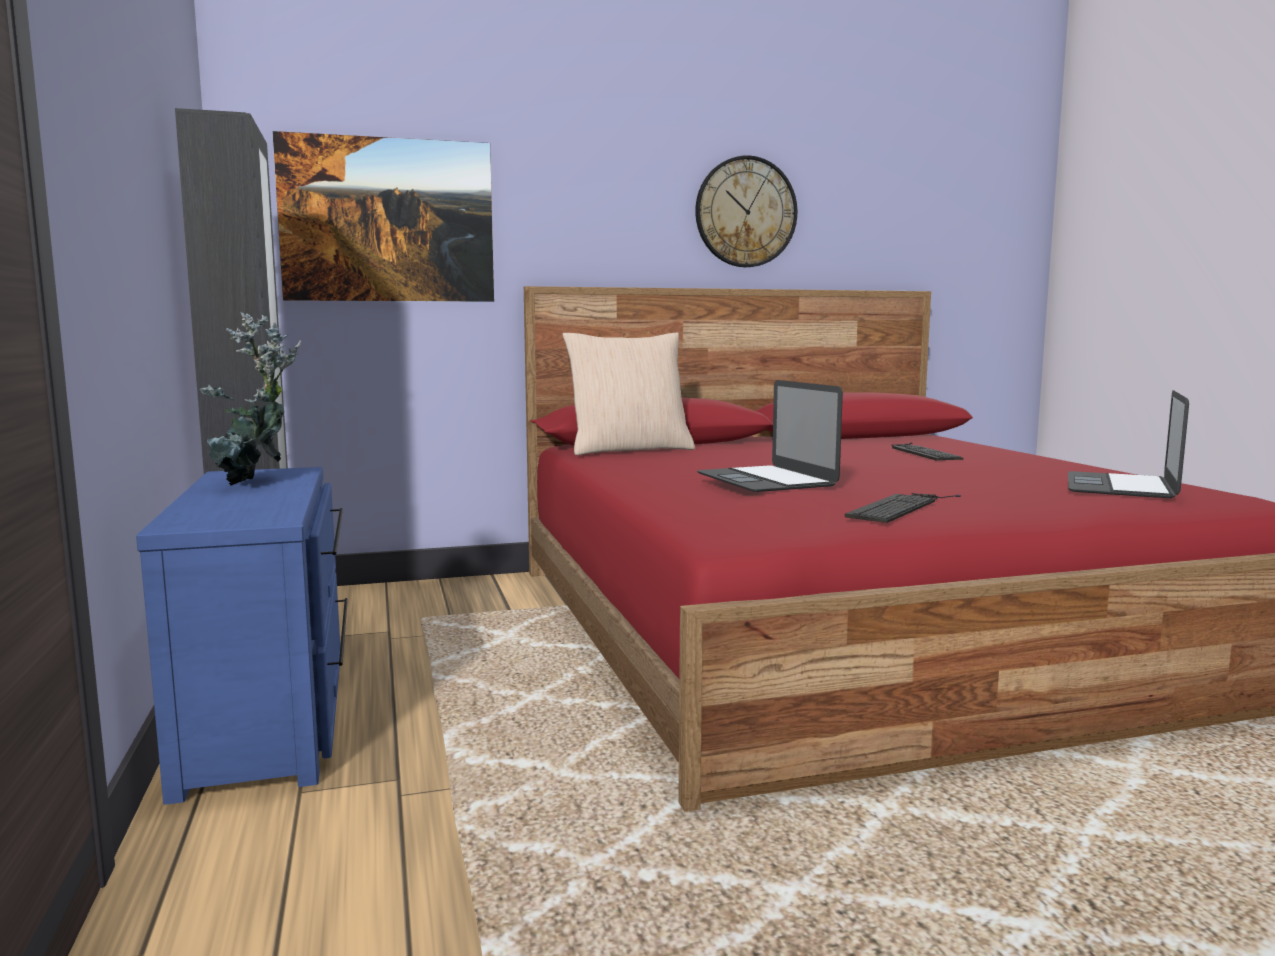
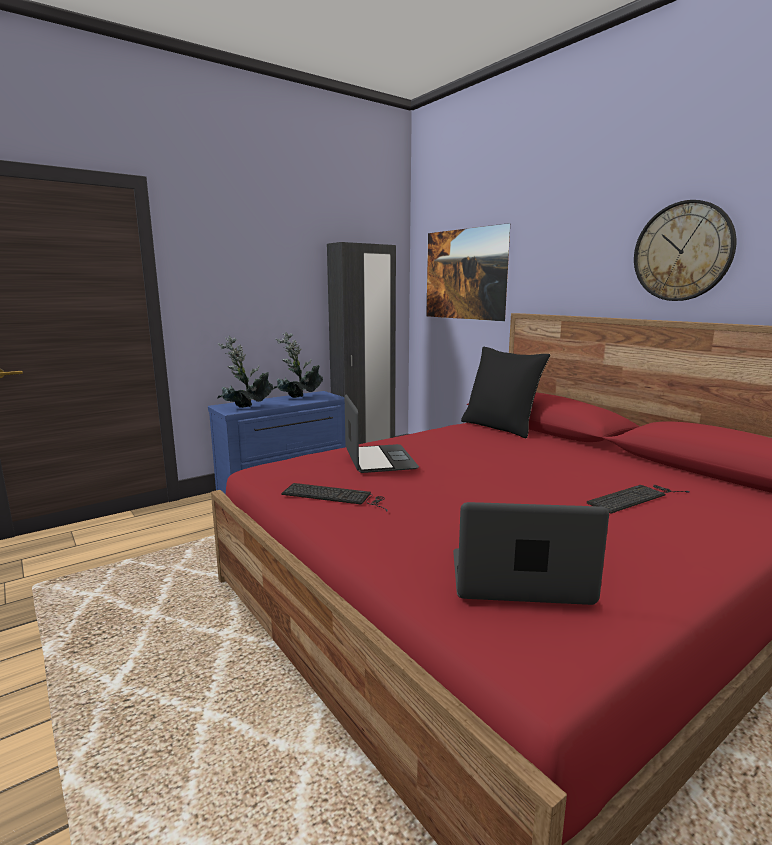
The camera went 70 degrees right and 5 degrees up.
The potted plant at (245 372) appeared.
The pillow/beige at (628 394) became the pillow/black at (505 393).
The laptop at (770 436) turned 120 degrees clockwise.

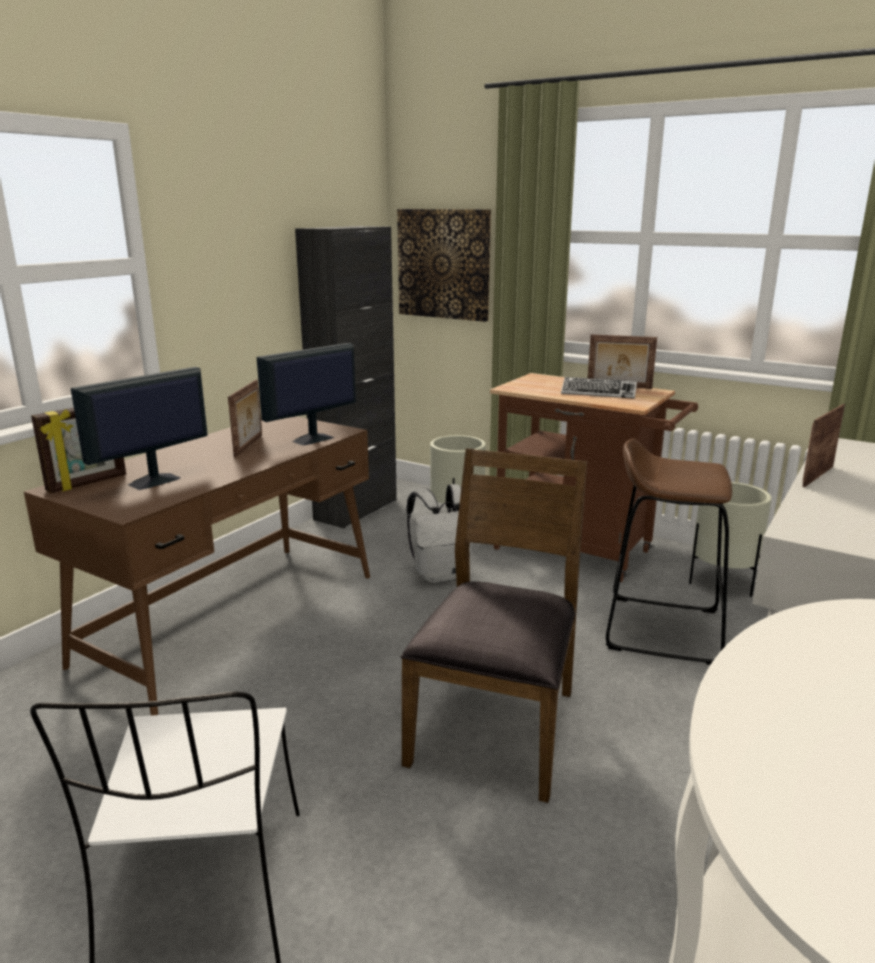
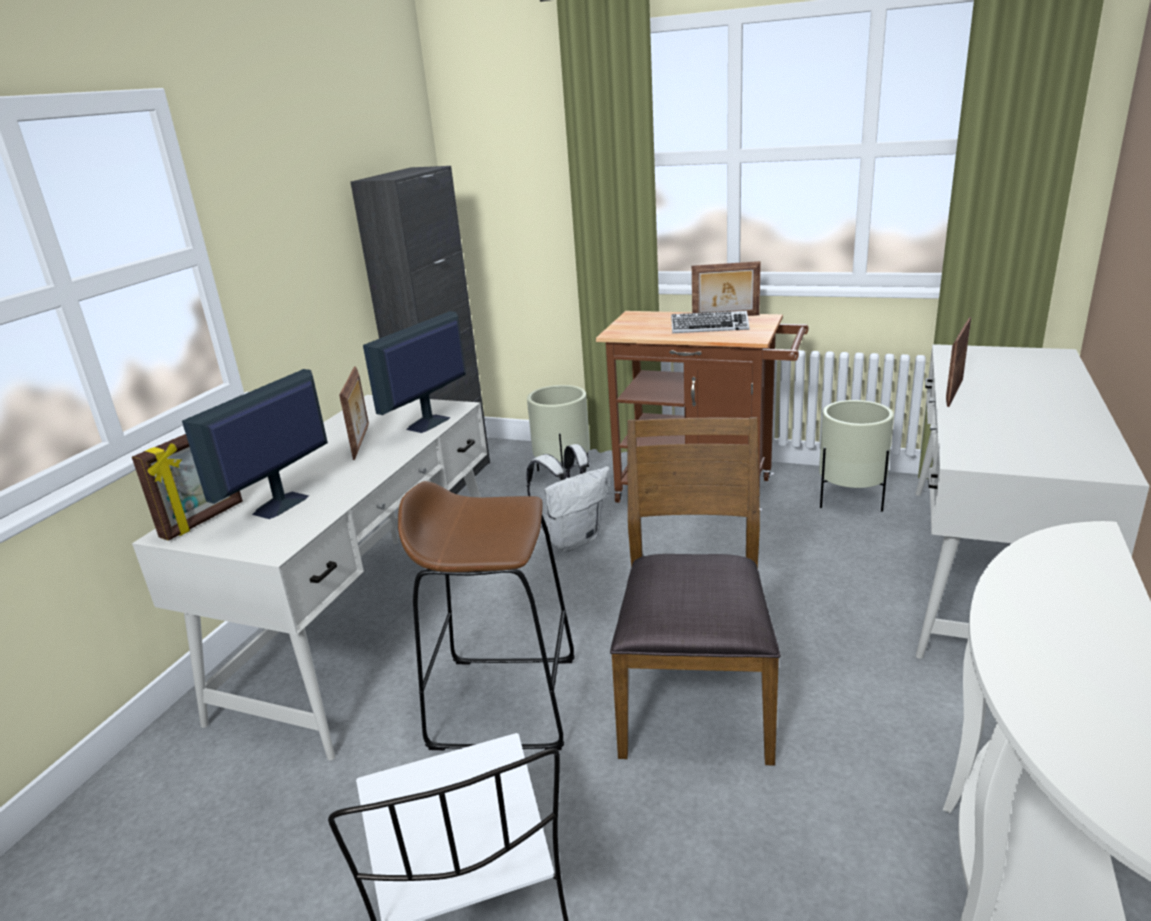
The camera went 10 degrees left and 5 degrees up.
The picture at (444 265) disappeared.
The stool/brown moved from (669 551) to (486 615).
The desk/brown at (197 566) became the desk/white at (309 577).

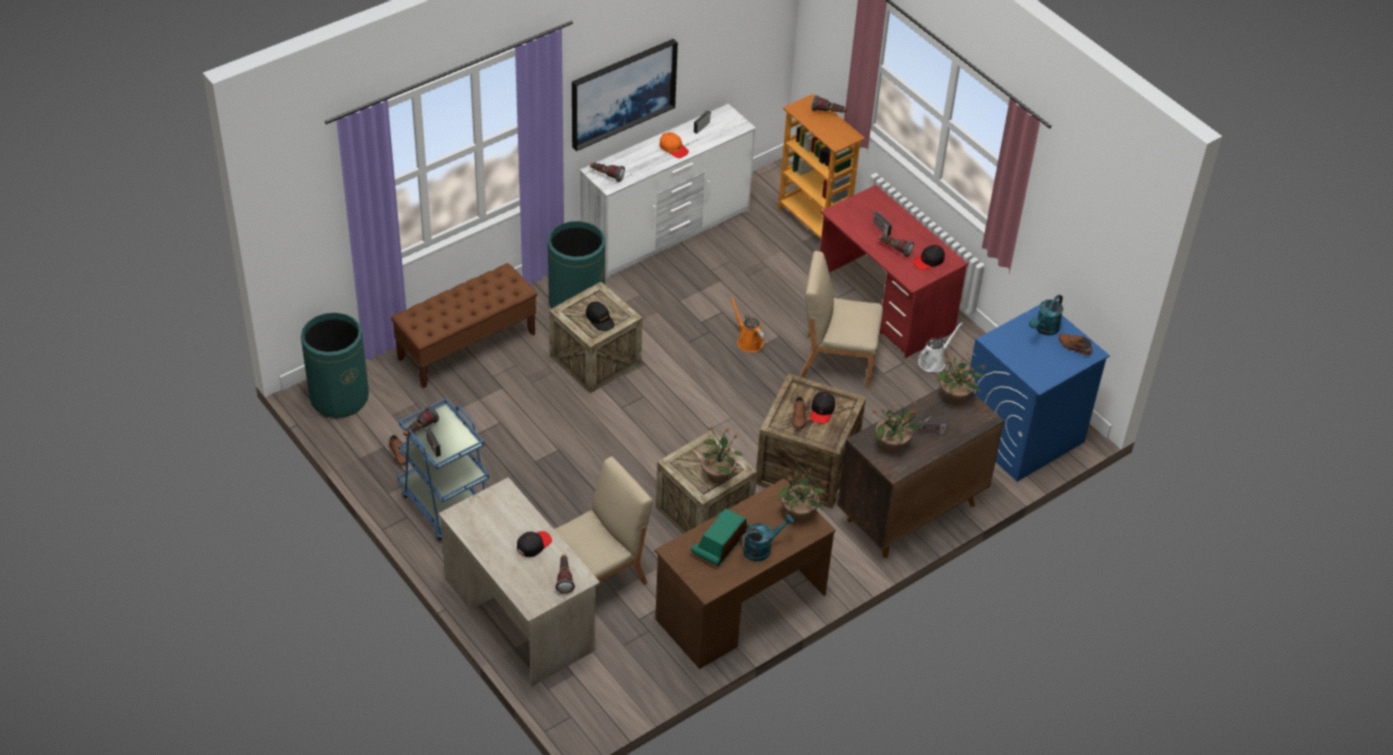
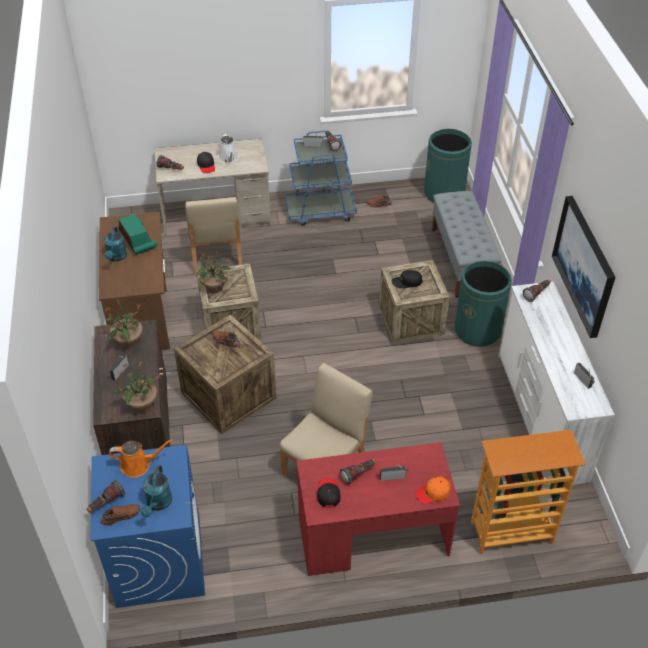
The camera went 120 degrees right and 0 degrees up.
The potted plant at (803 495) disappeared.
The cap/black at (823 408) disappeared.
The cap/orange moved from (674 145) to (432 490).
The watering can/orange moved from (748 324) to (141 458).
The flashlight moved from (829 104) to (106 496).
The watering can/white moved from (940 347) to (228 147).
The bench/brown at (464 325) became the bench/grey at (466 244).
The watering can/turquoise at (1046 315) turned 150 degrees counterclockwise.

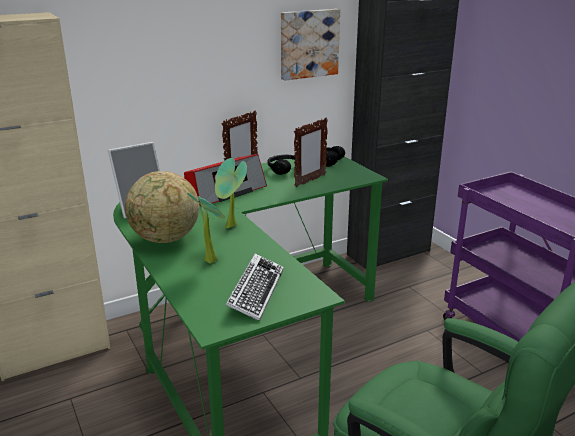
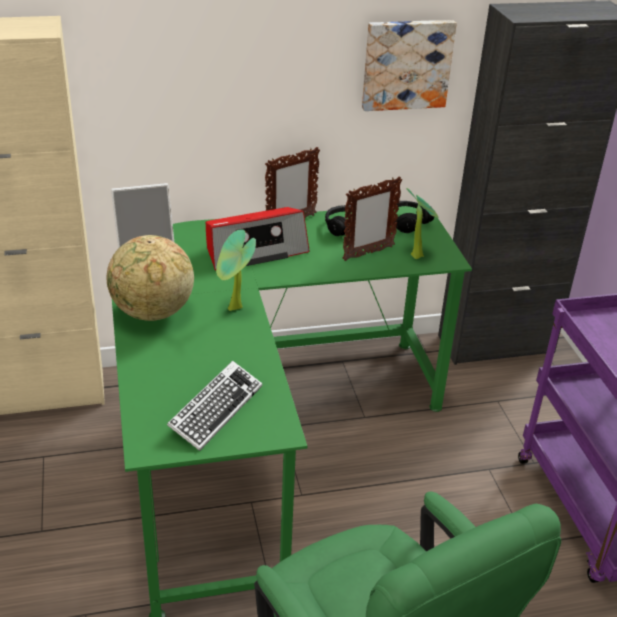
The camera went 15 degrees right and 10 degrees up.
The potted plant moved from (206 228) to (422 223).

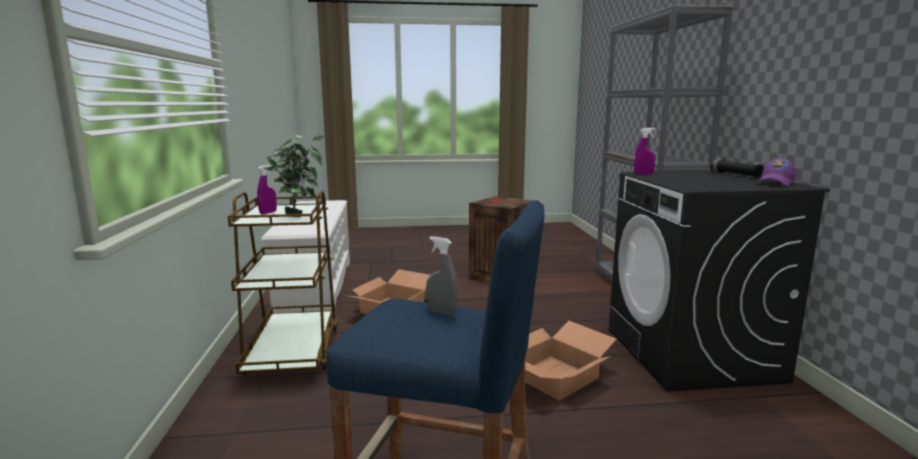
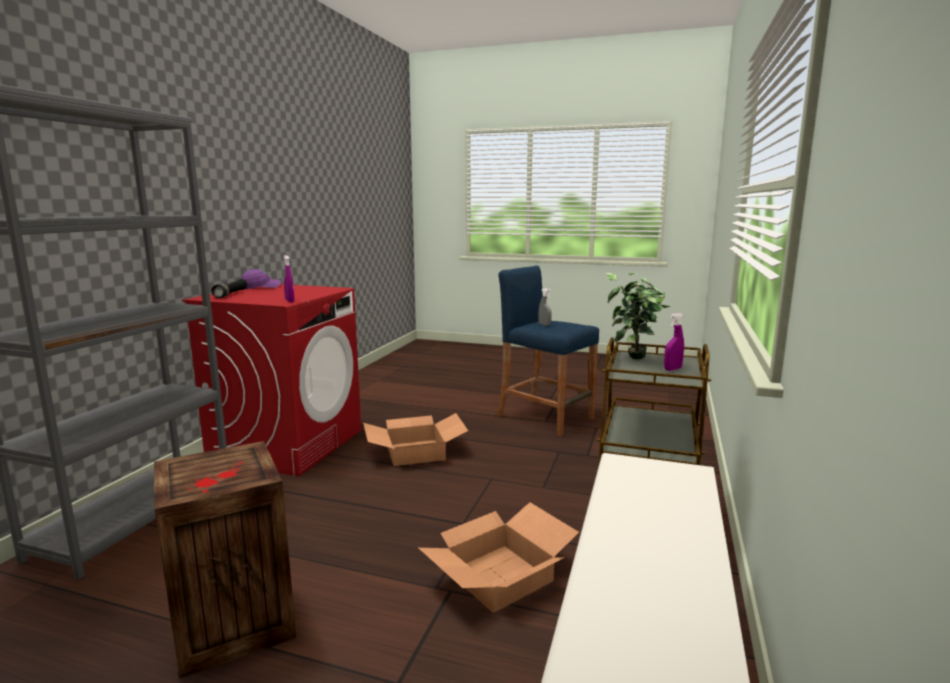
The camera went 155 degrees left and 0 degrees up.
The washing machine/black at (719 281) became the washing machine/red at (271 380).

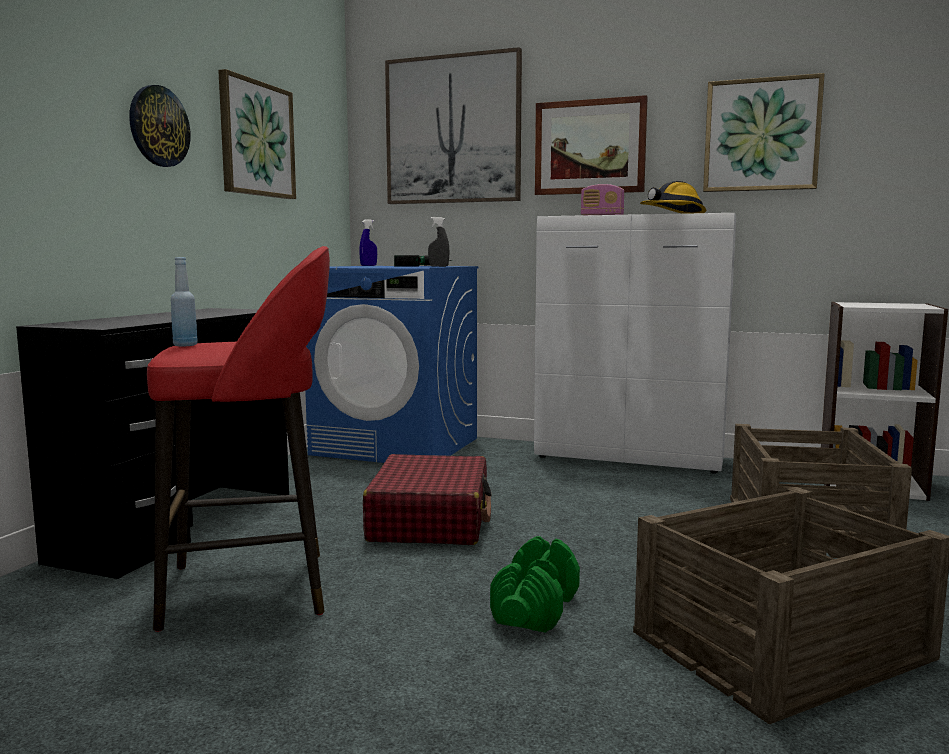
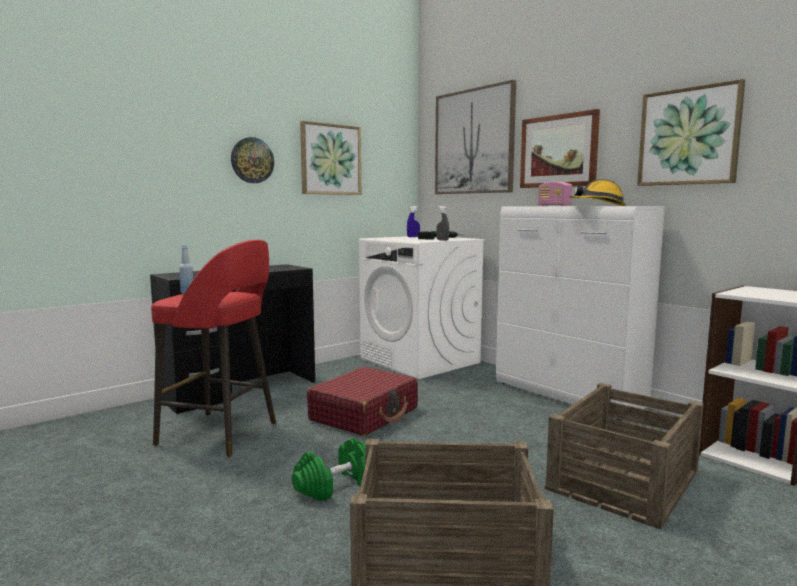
The camera went 30 degrees right and 0 degrees up.
The washing machine/blue at (391 364) became the washing machine/white at (422 307).

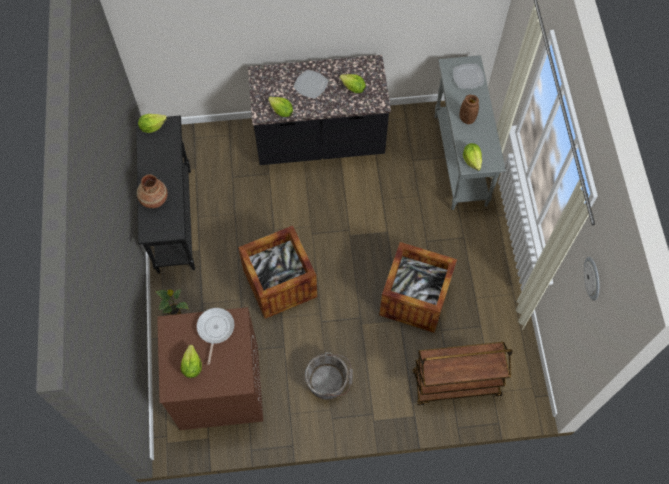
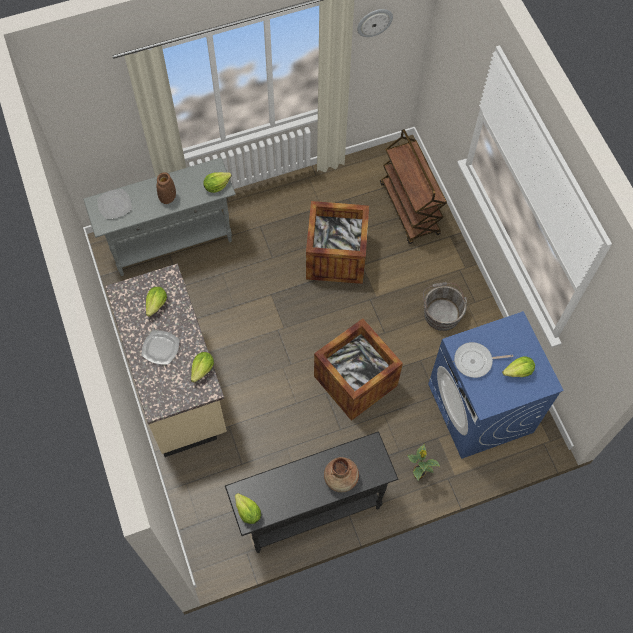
The camera went 105 degrees left and 0 degrees up.
The washing machine/brown at (210 368) became the washing machine/blue at (496 385).
The counter/black at (319 110) became the counter/beige at (166 360).

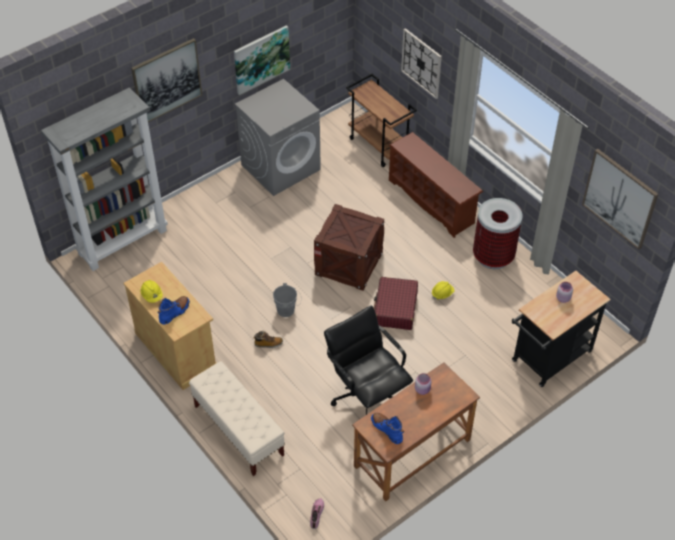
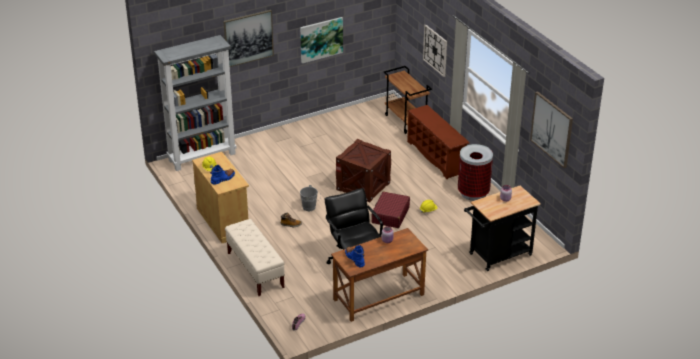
The camera went 10 degrees right and 15 degrees down.
The washing machine/grey at (278 137) disappeared.

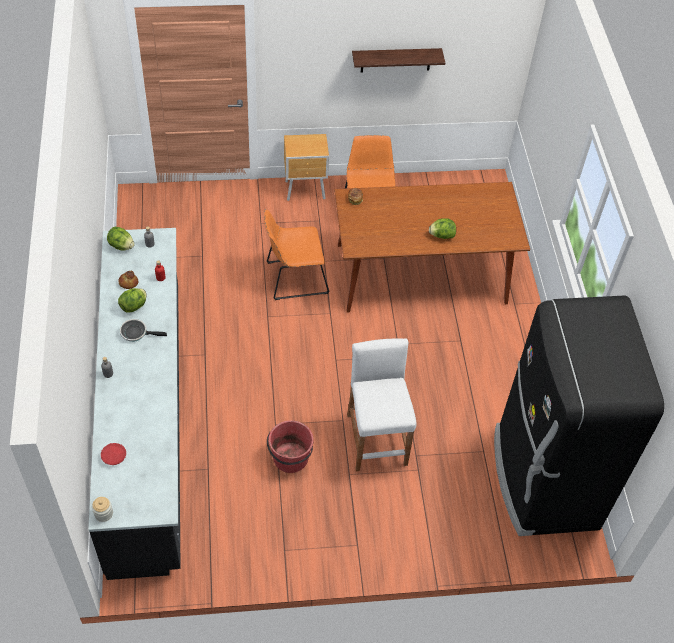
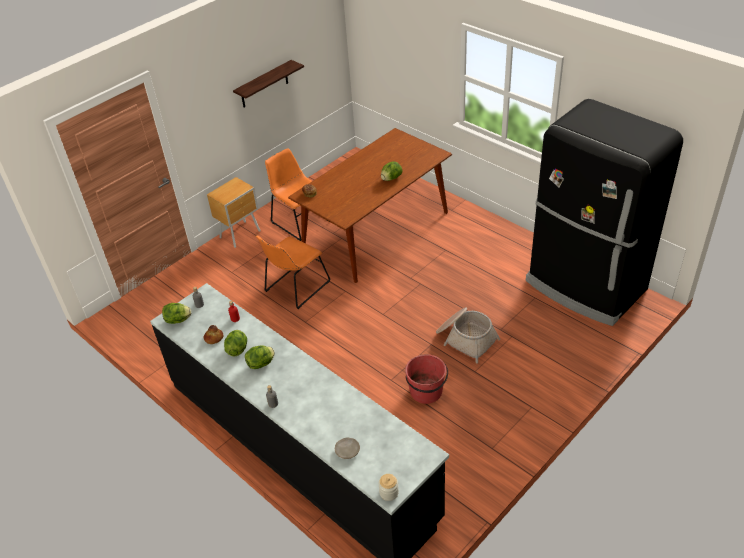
The camera went 35 degrees left and 10 degrees down.
The frying pan at (143 330) was replaced by the lettuce at (260 357).
The stool/white at (381 404) was replaced by the basket at (468 335).
The plate/red at (113 454) became the plate/beige at (347 448).

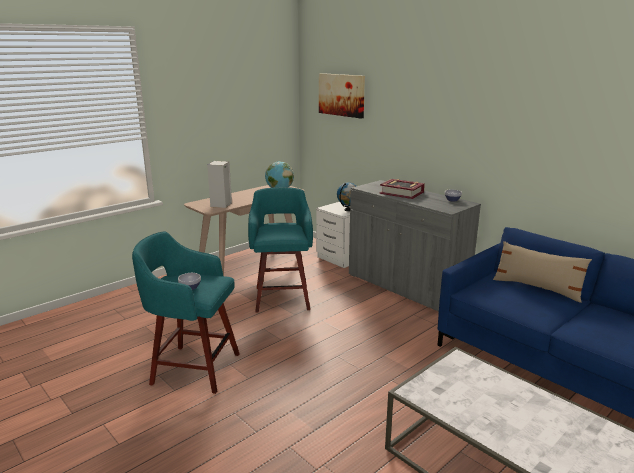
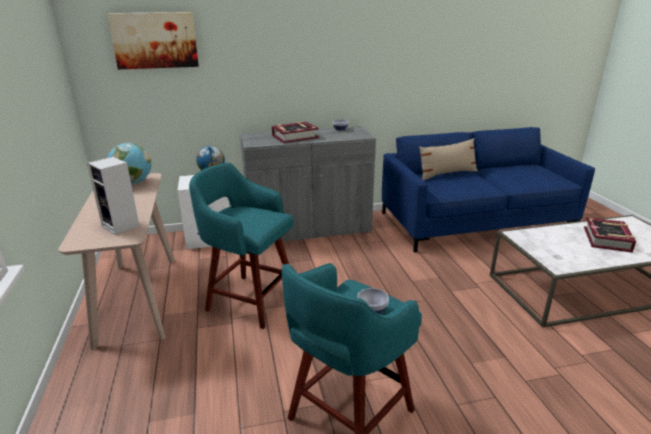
The camera went 60 degrees left and 5 degrees up.
The book at (610 235) appeared.

